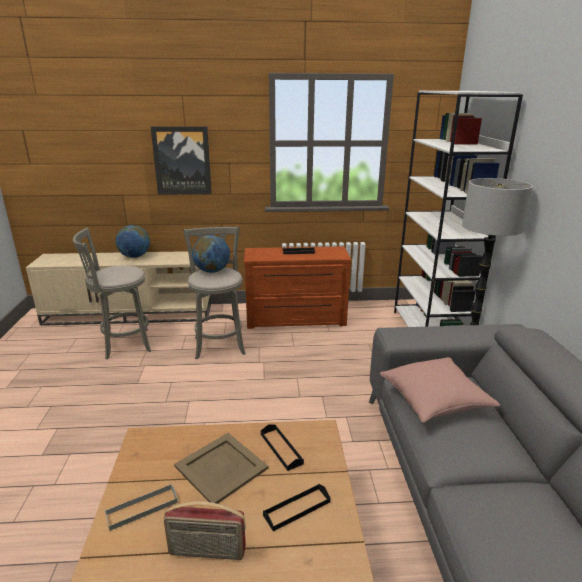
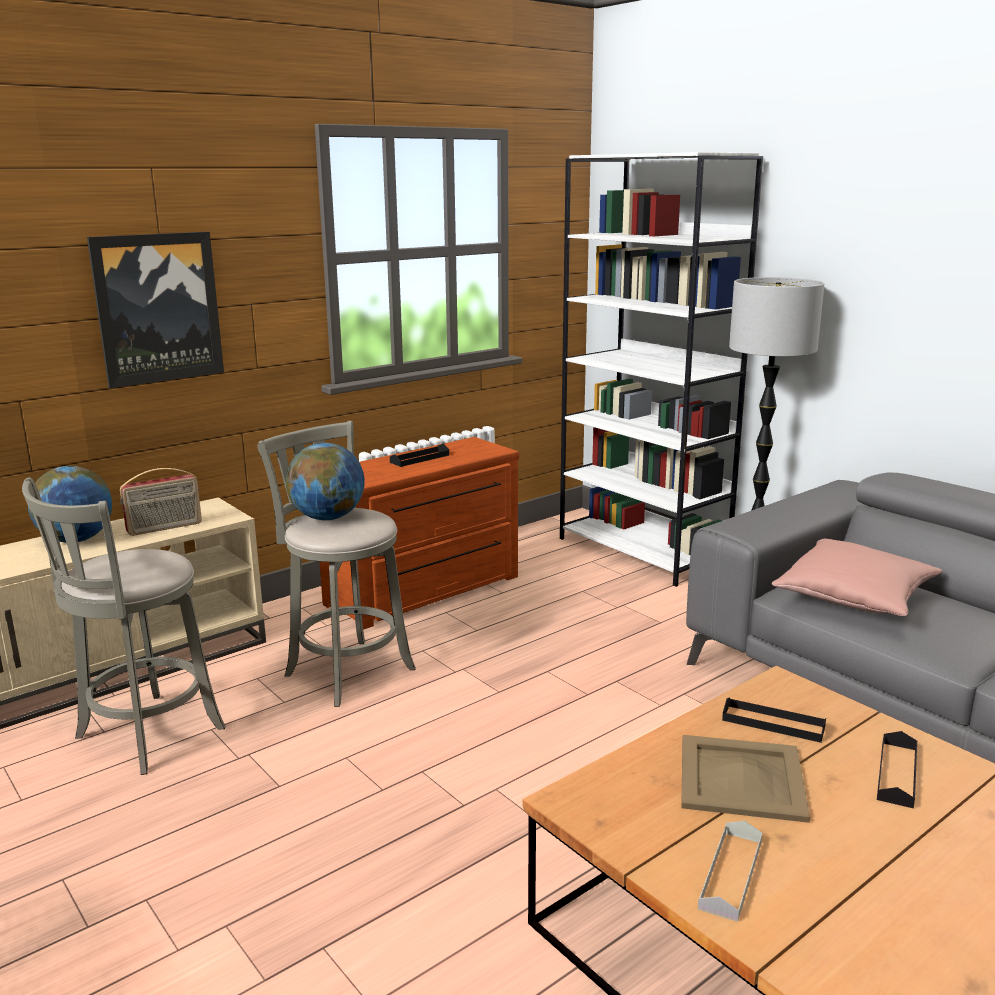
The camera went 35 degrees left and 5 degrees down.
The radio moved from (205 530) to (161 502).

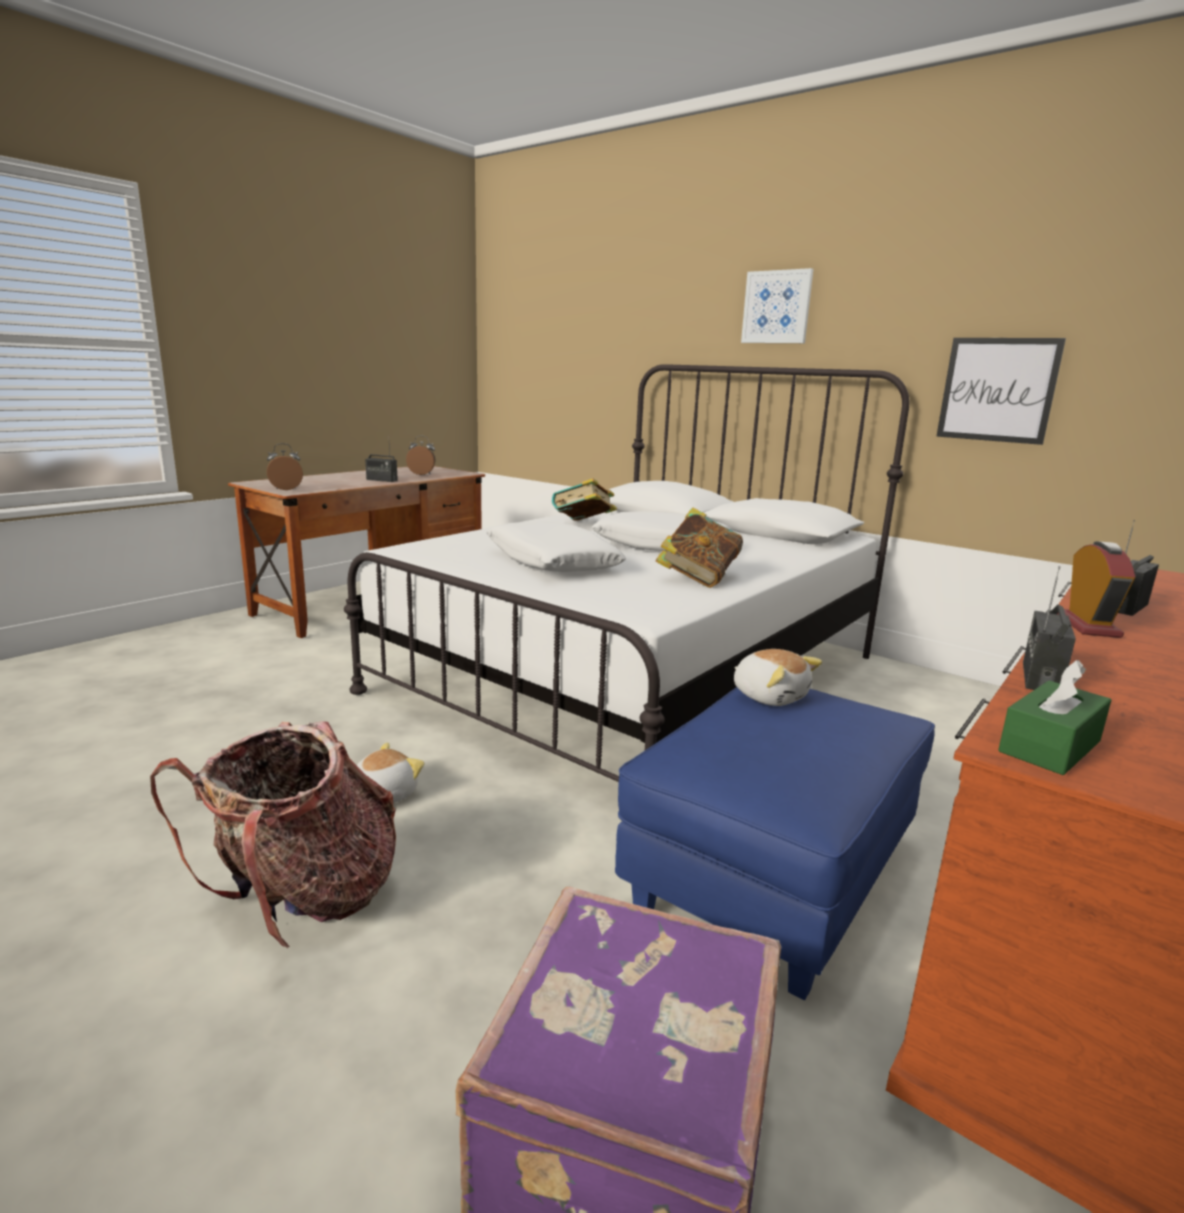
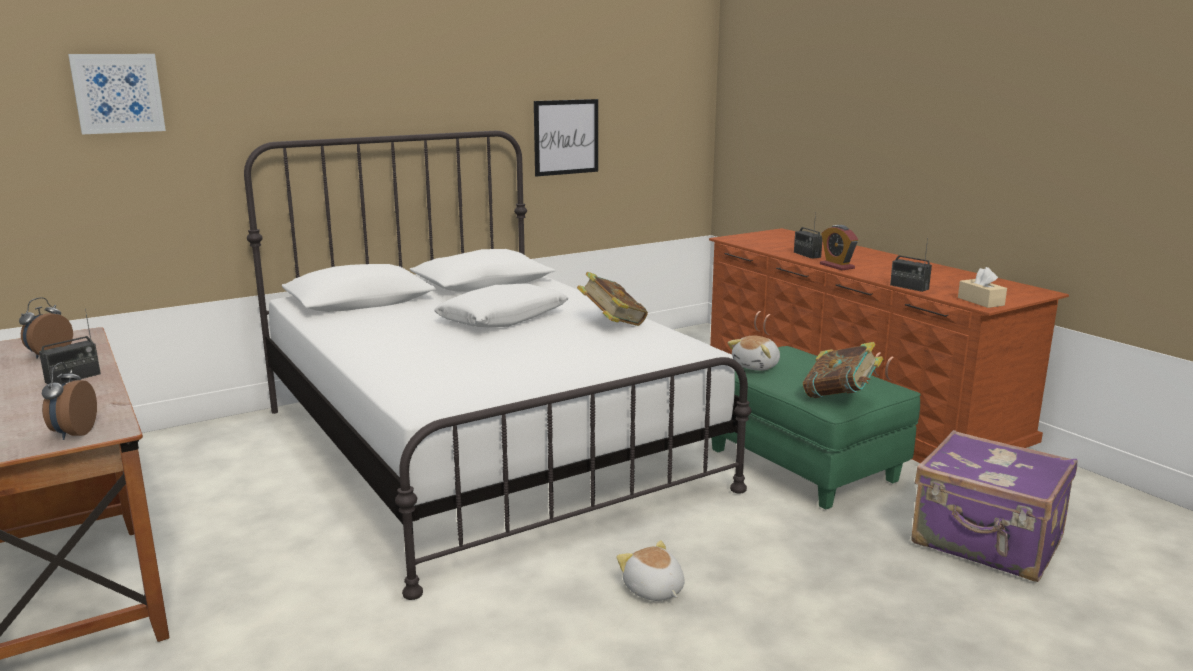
The camera went 70 degrees left and 0 degrees up.
The backpack at (273 835) disappeared.
The pillow/white at (556 546) disappeared.
The book moved from (584 499) to (843 370).
The picture moved from (777 305) to (117 94).
The ottoman/blue at (775 843) became the ottoman/green at (816 428).
The tissue box/green at (1054 717) became the tissue box/beige at (982 287).
The plush toy at (778 677) turned 150 degrees clockwise.
The alarm clock at (1096 589) turned 150 degrees counterclockwise.

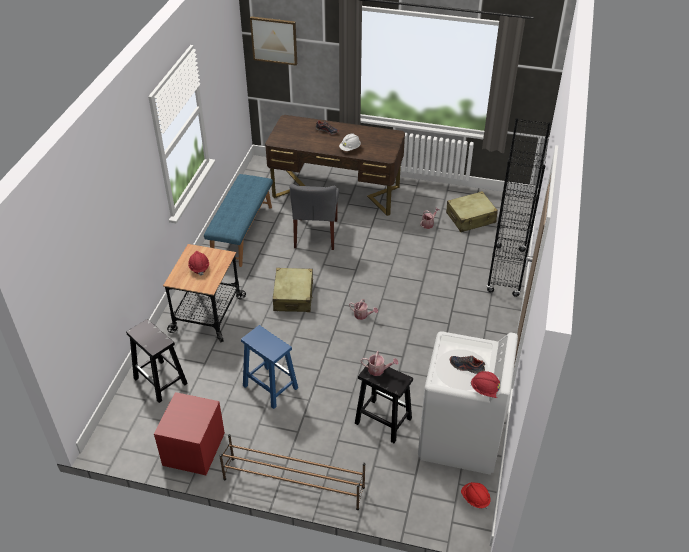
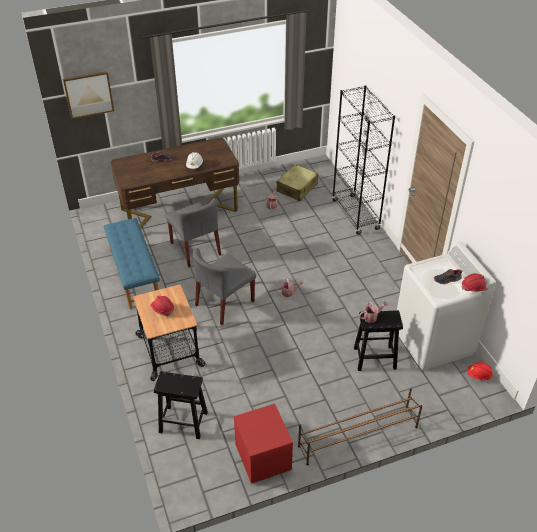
The camera went 35 degrees left and 0 degrees up.
The stool/blue at (269 367) disappeared.
The suitcase/beige at (293 290) was replaced by the chair/grey at (224 286).

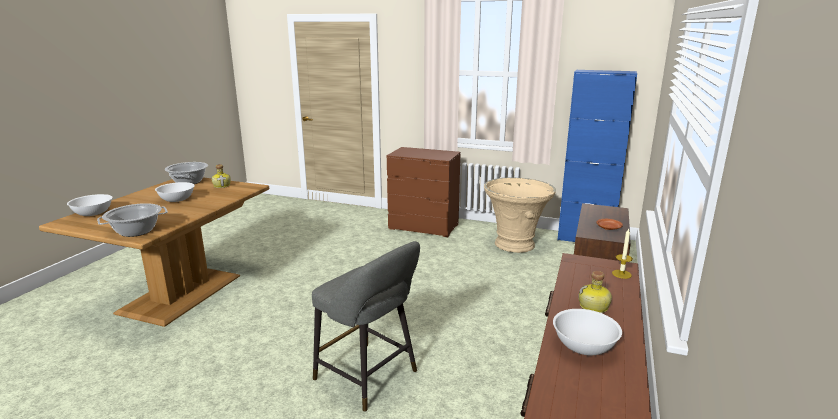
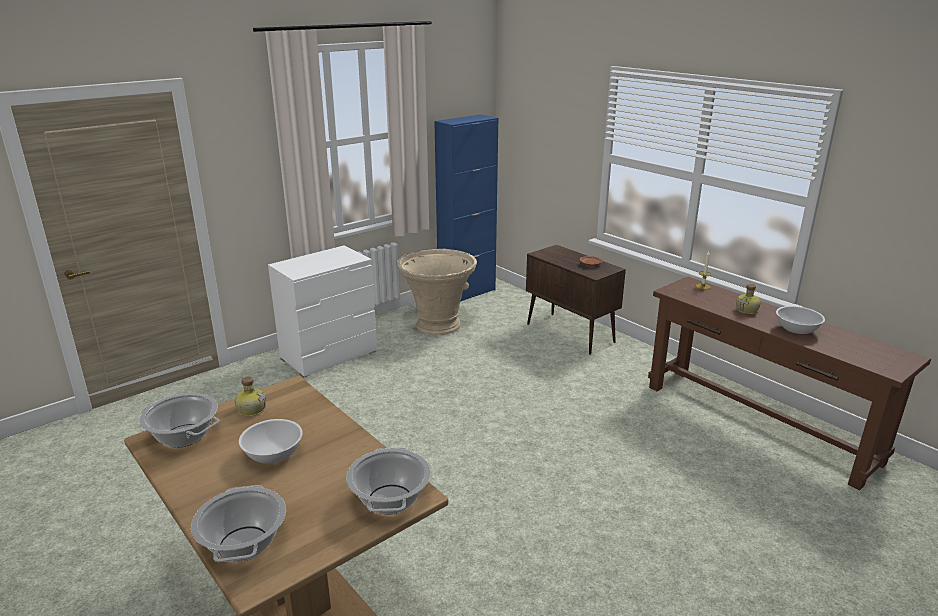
The camera went 60 degrees left and 5 degrees up.
The stool/grey at (366 326) disappeared.
The bowl/white at (90 205) was replaced by the cooking pot at (238 523).
The dresser/brown at (424 192) became the dresser/white at (322 312).

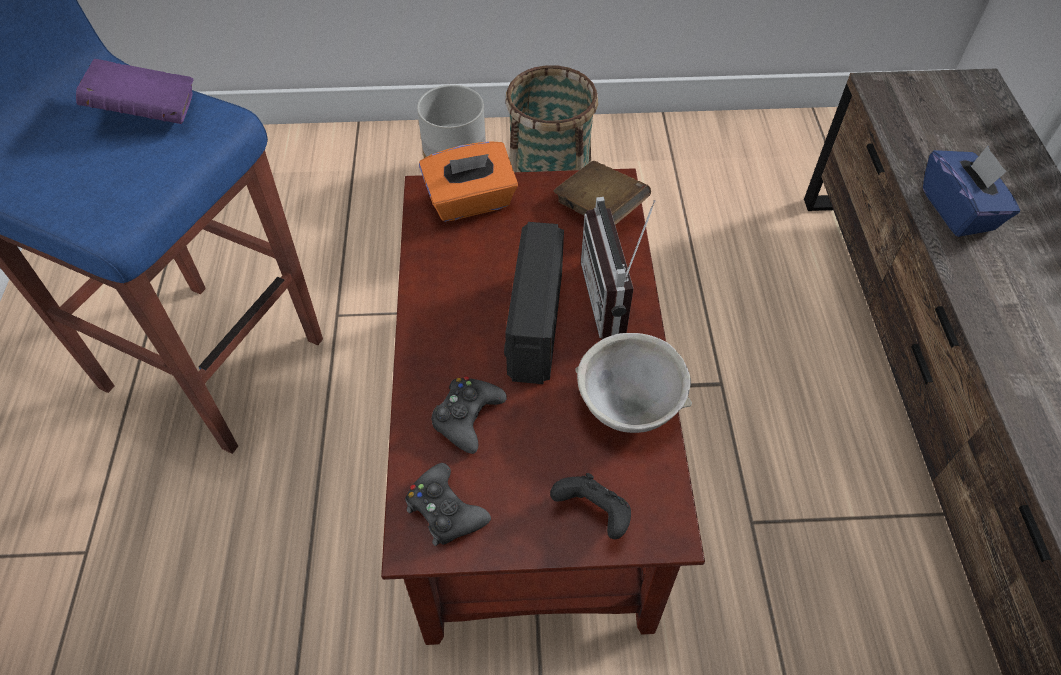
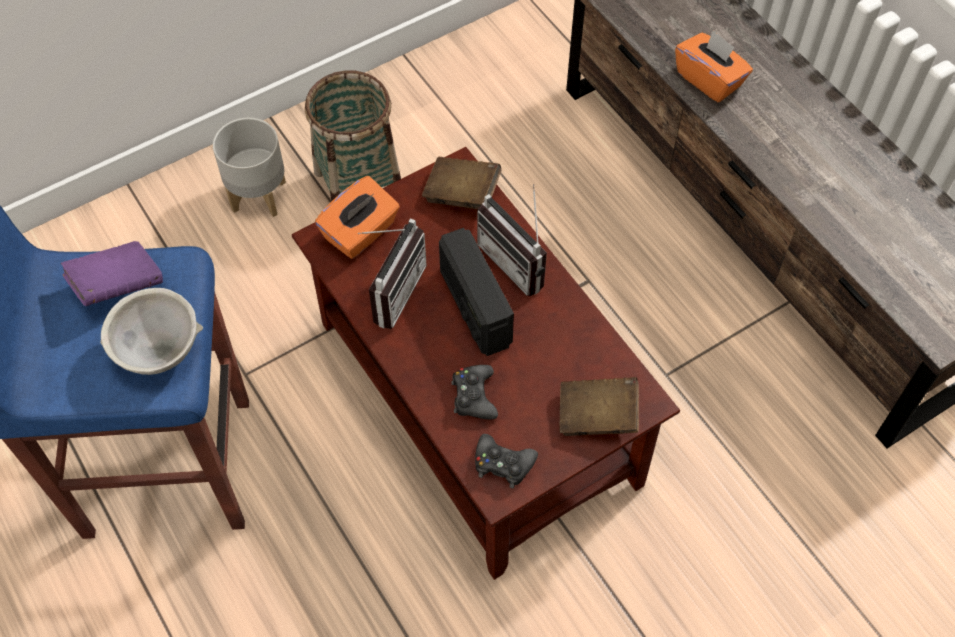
The camera went 30 degrees left and 5 degrees up.
The radio at (392 273) appeared.
The bowl/grey moved from (633 383) to (151 331).
The game controller/black at (590 506) was replaced by the book/brown at (599 406).
The tissue box/blue at (971 191) became the tissue box/orange at (714 66).

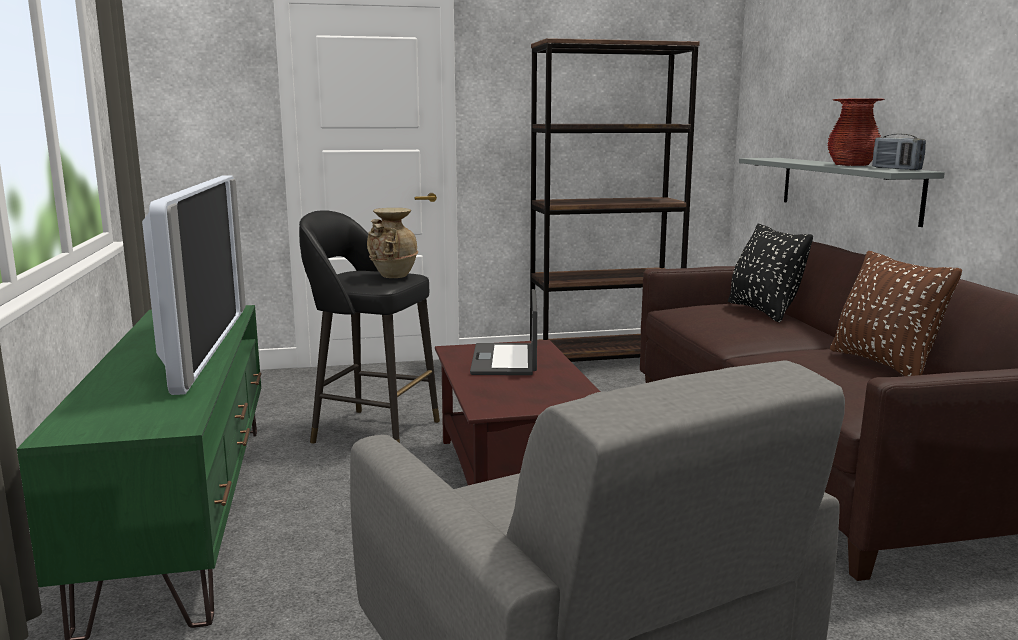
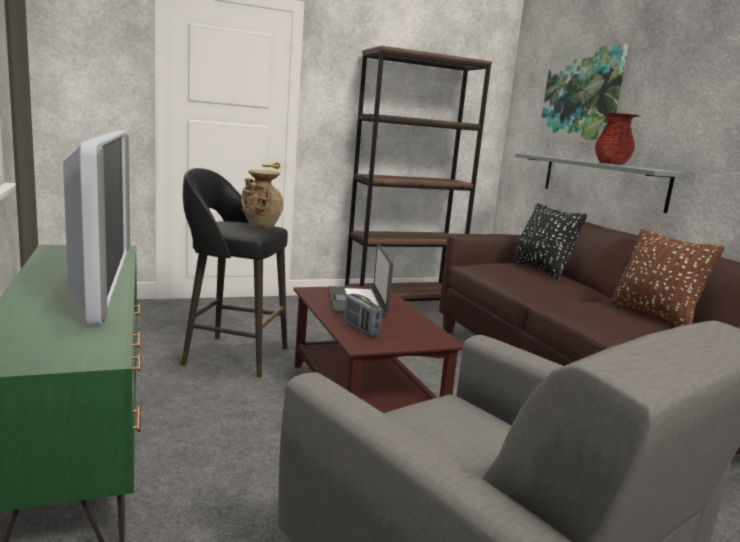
The camera went 10 degrees left and 0 degrees up.
The picture at (584 93) appeared.
The radio moved from (899 152) to (363 315).

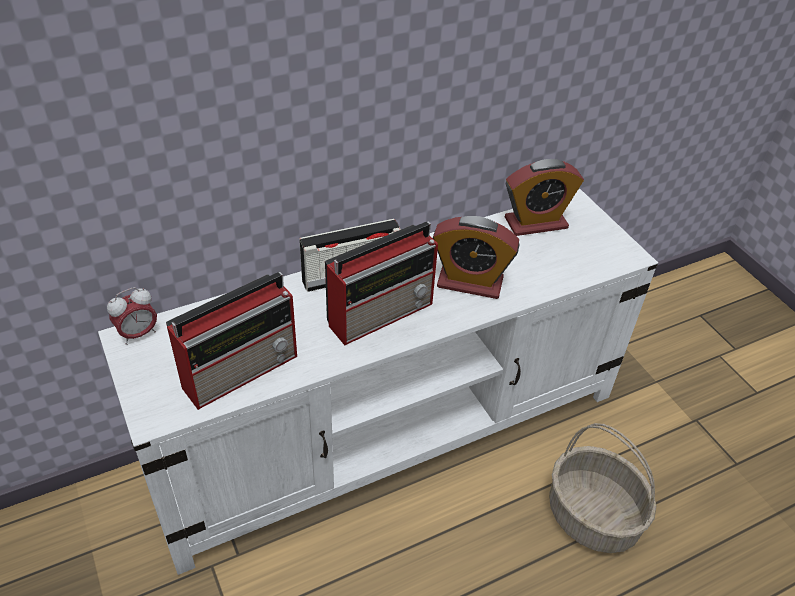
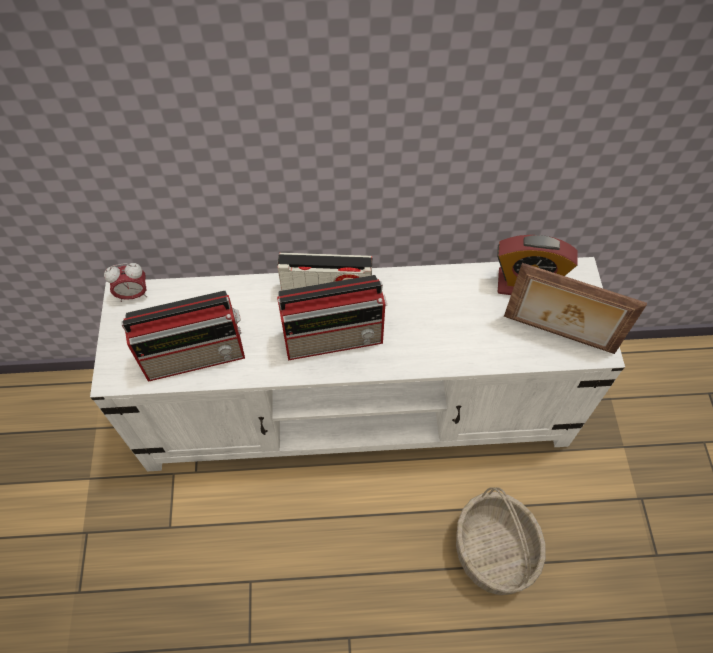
The camera went 25 degrees right and 15 degrees up.
The alarm clock at (476 257) disappeared.
The picture frame at (575 308) appeared.

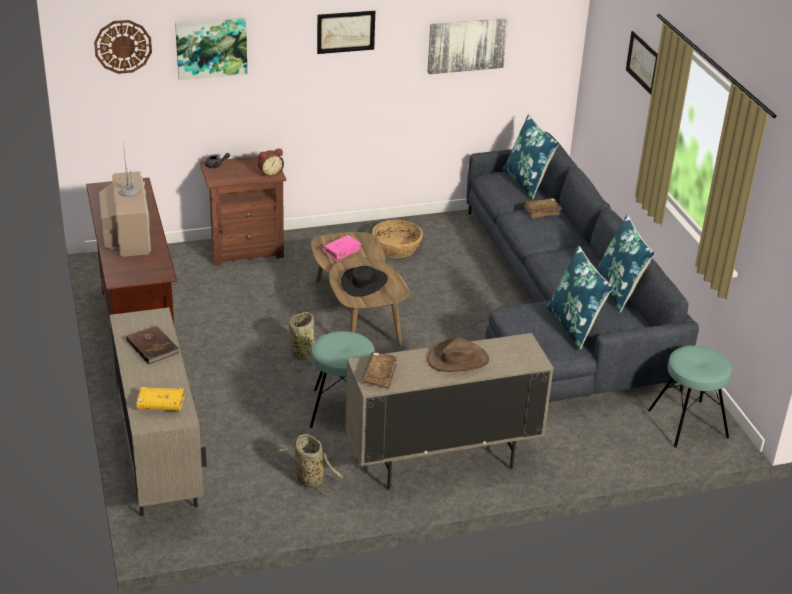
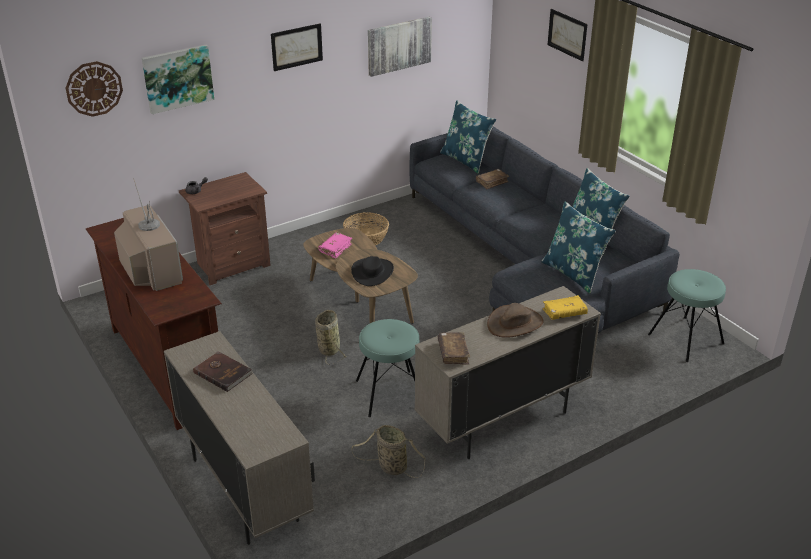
The camera went 15 degrees left and 0 degrees up.
The alarm clock at (271 163) disappeared.
The book/yellow moved from (160 399) to (565 307).

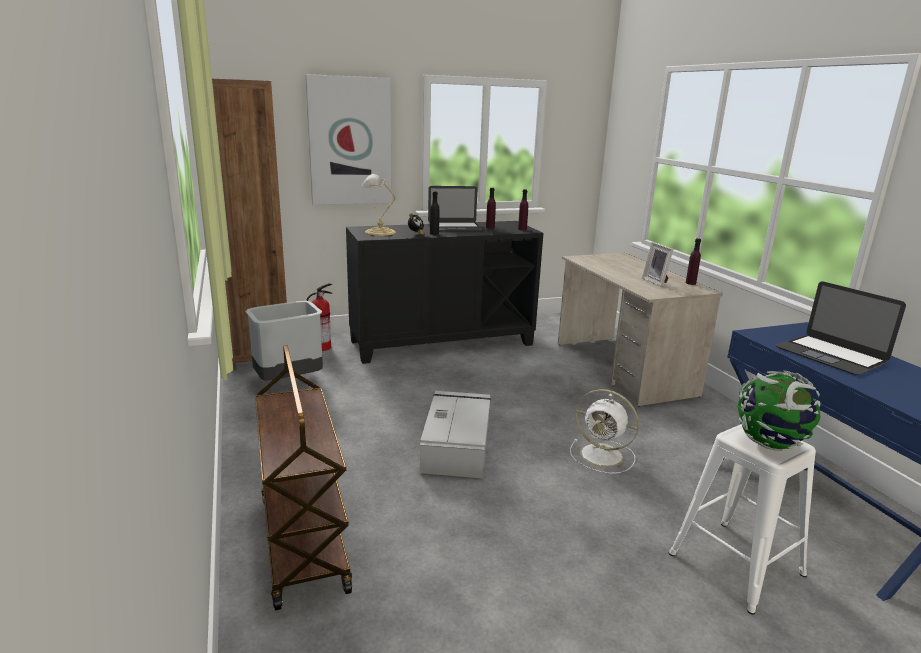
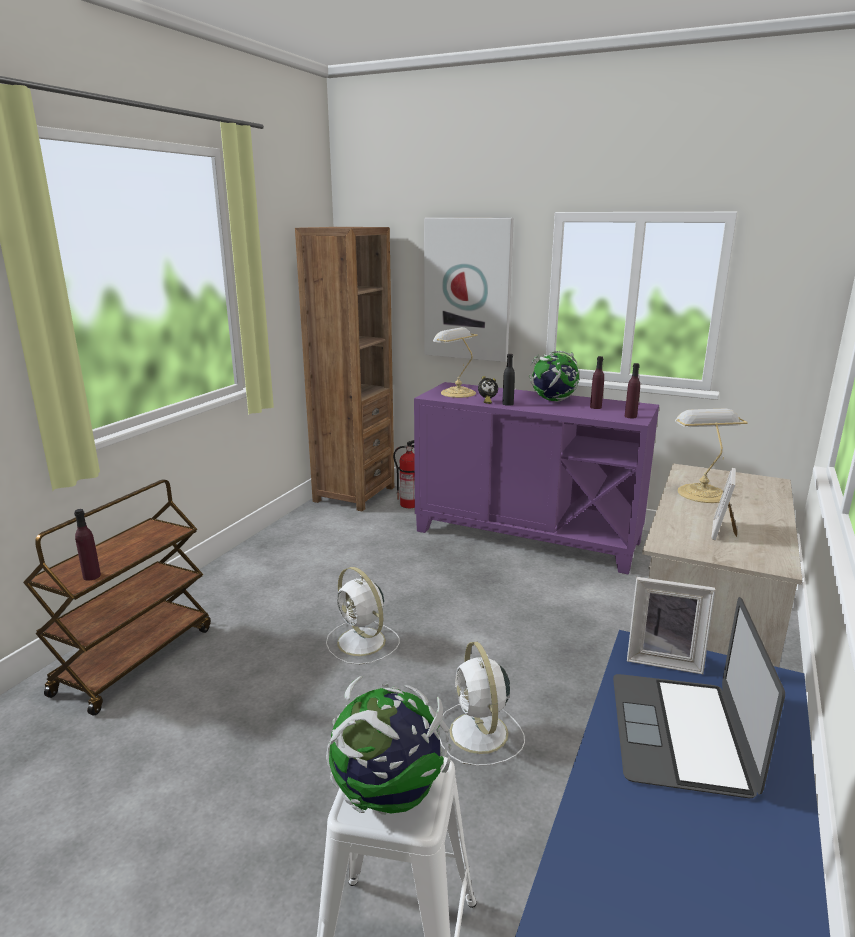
The camera went 45 degrees right and 0 degrees up.
The trash can/grey at (284 341) disappeared.
The picture frame at (671 625) appeared.
The table lamp at (711 455) appeared.
The bottle/purple moved from (693 261) to (87 545).
The storage box/grey at (455 434) was replaced by the fan/white at (363 616).
The laptop at (455 208) was replaced by the globe at (554 376).
The cabinet/black at (444 292) became the cabinet/purple at (536 478).

